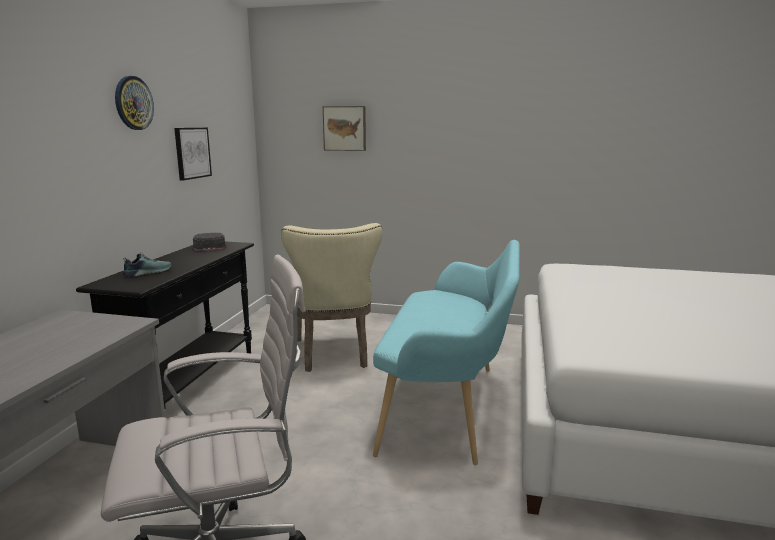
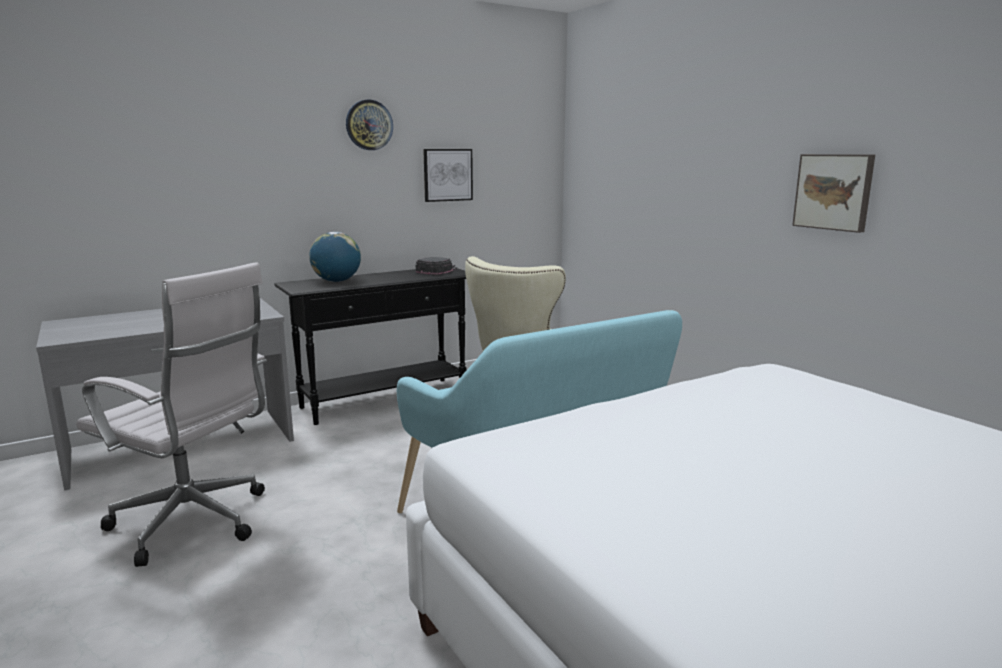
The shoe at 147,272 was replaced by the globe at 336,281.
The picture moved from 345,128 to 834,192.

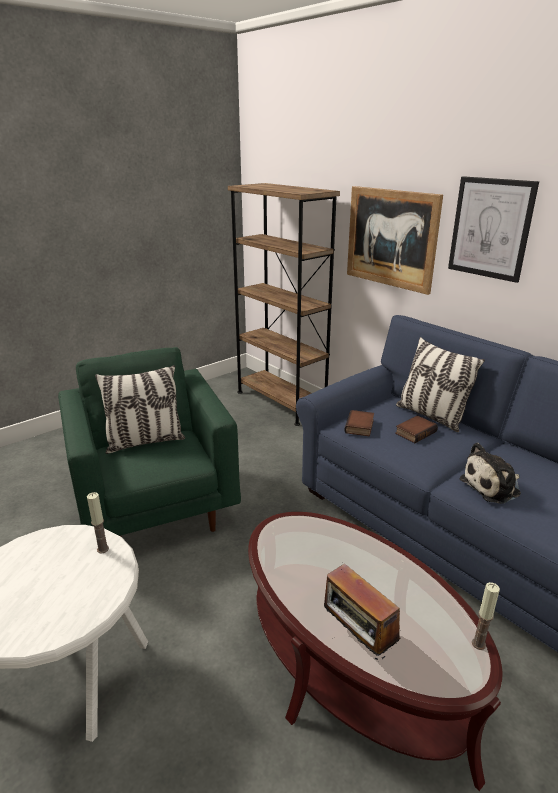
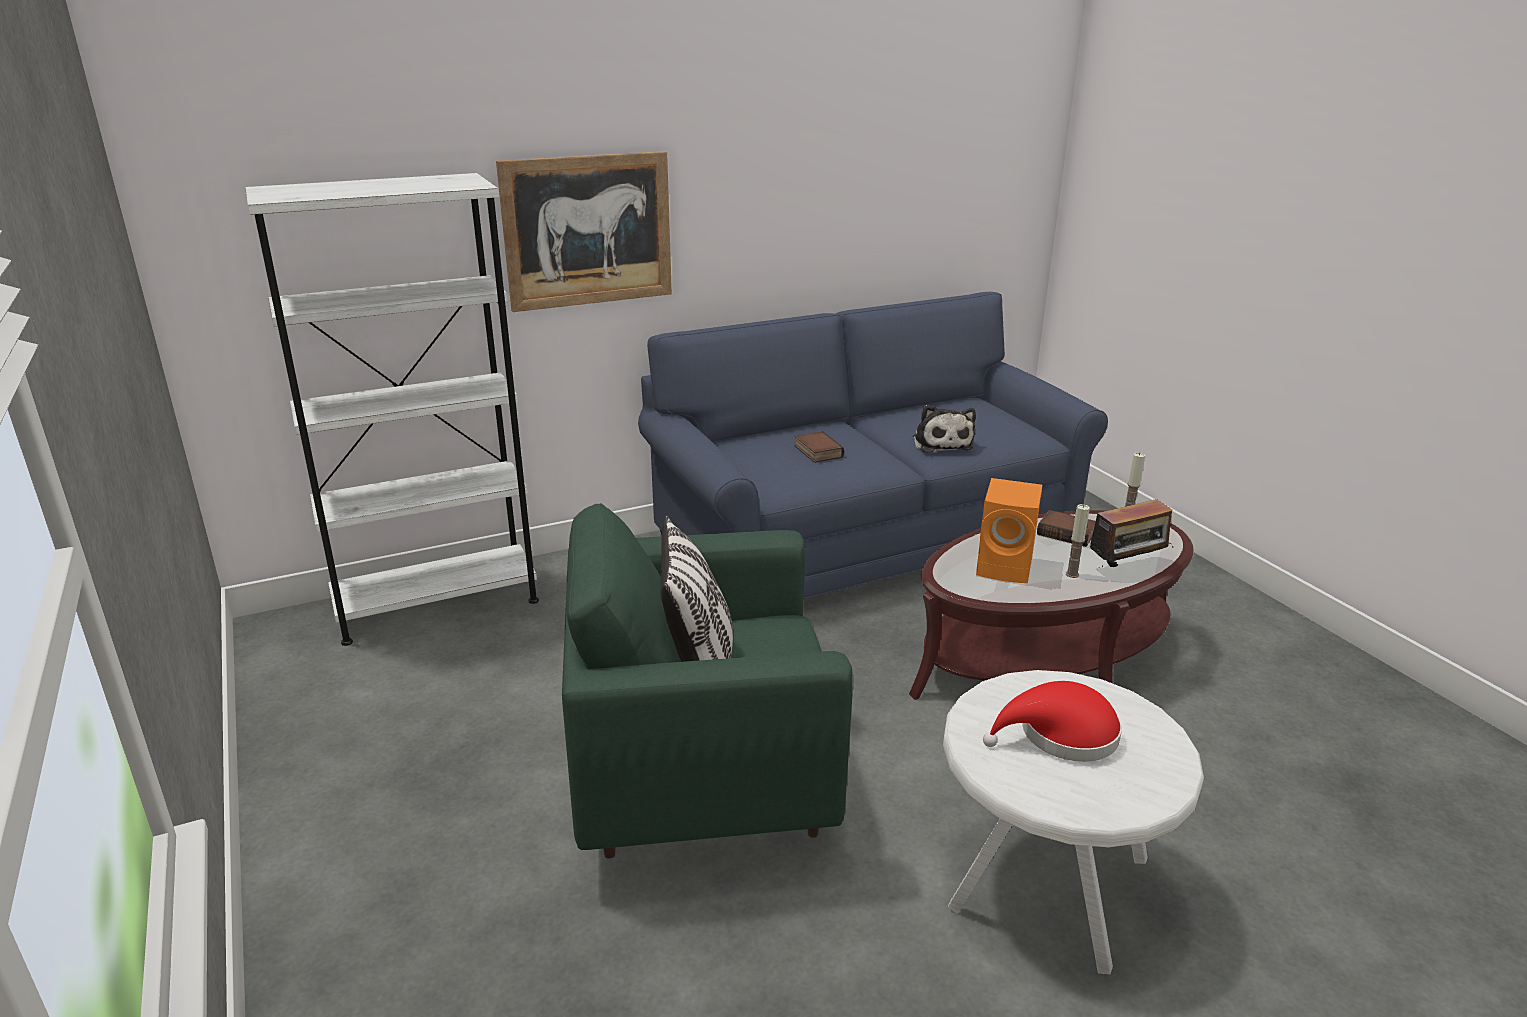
The candle moved from 103,549 to 1072,574.
The brown_bookcase at 280,402 became the white_bookcase at 437,602.
The book moved from 360,427 to 1067,533.
The pillow at 431,416 disappeared.
The picture at 490,228 disappeared.
The orange_speaker at 1007,567 appeared.
The red_hat at 1061,735 appeared.

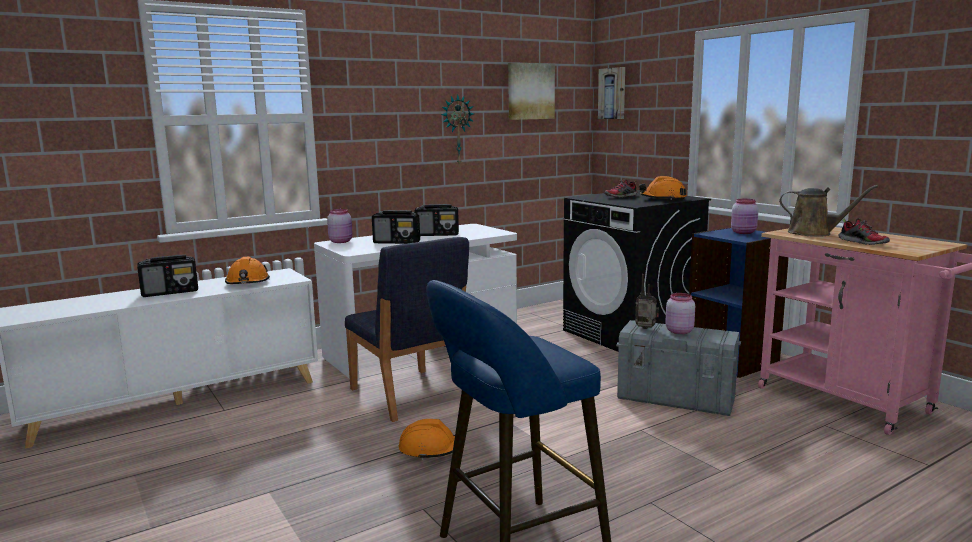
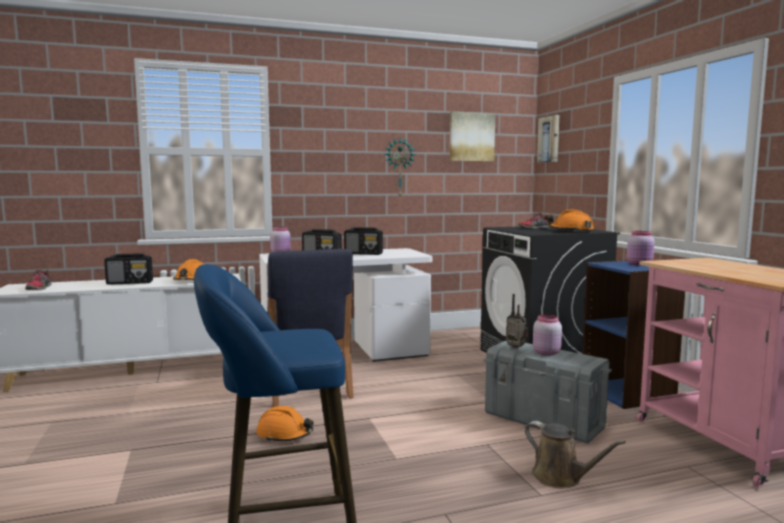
The brown_watering_can moved from 814,233 to 561,478.
The shoe moved from 863,243 to 39,288.

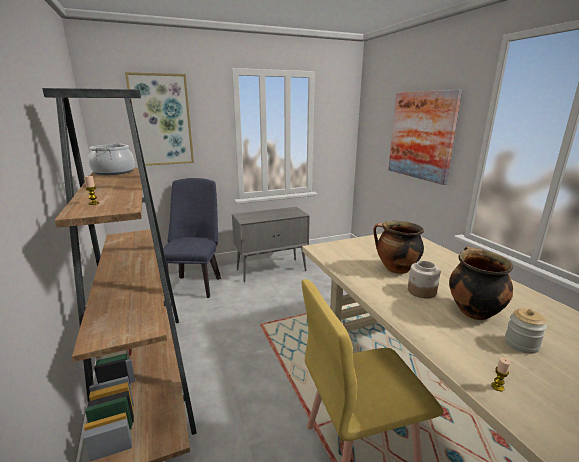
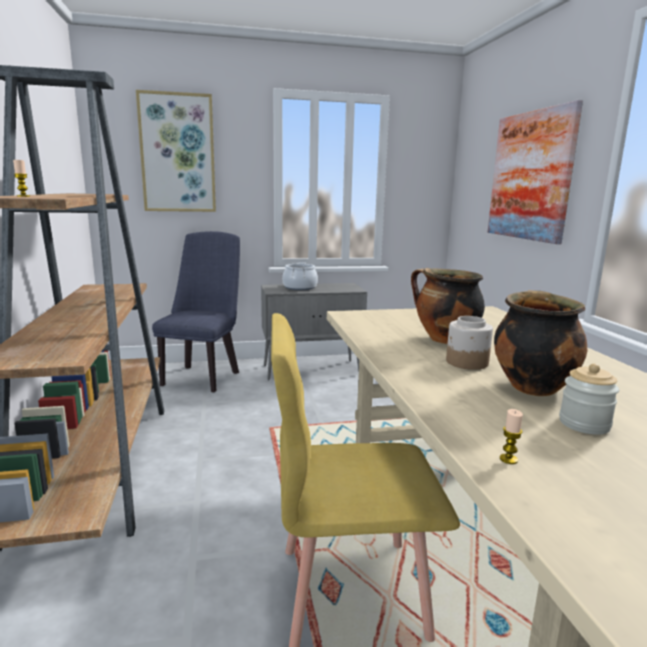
The cooking_pot moved from 114,172 to 300,287.

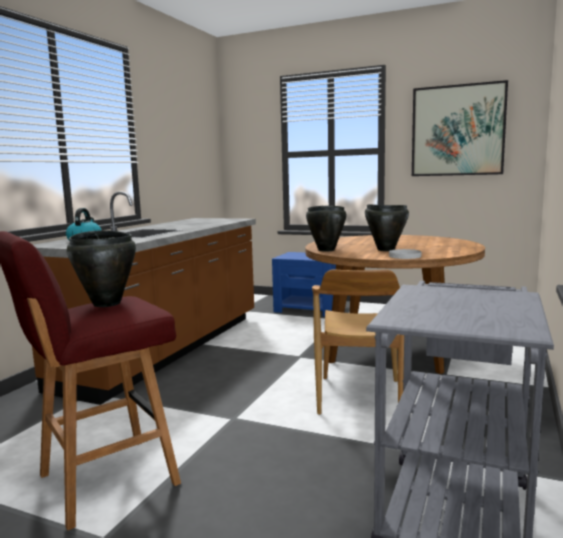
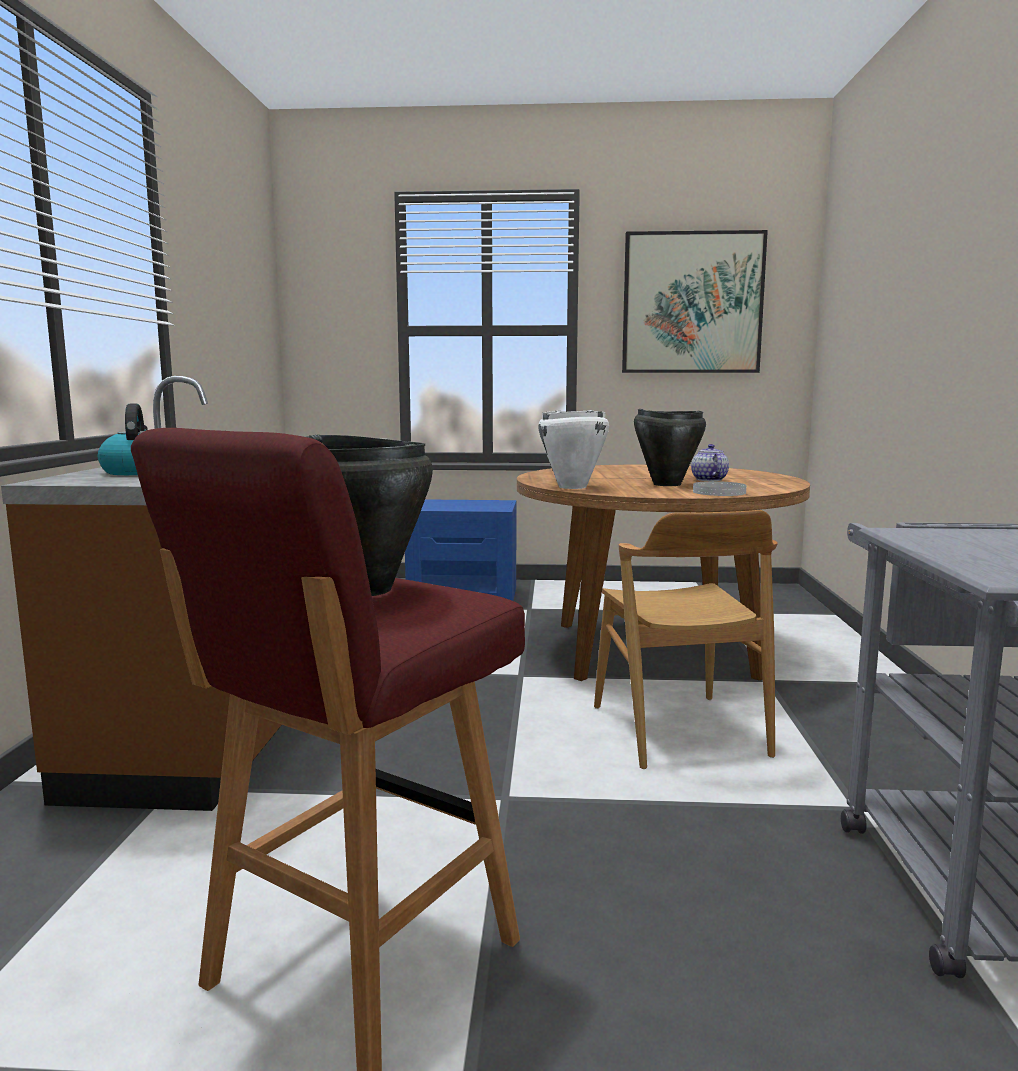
The black_cooking_pot at 326,250 became the white_cooking_pot at 572,487.
The teapot at 708,480 appeared.

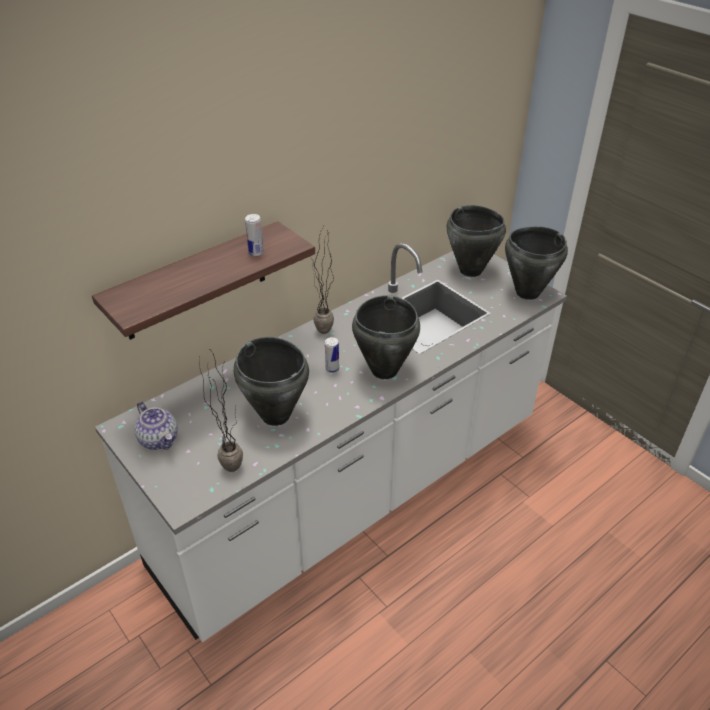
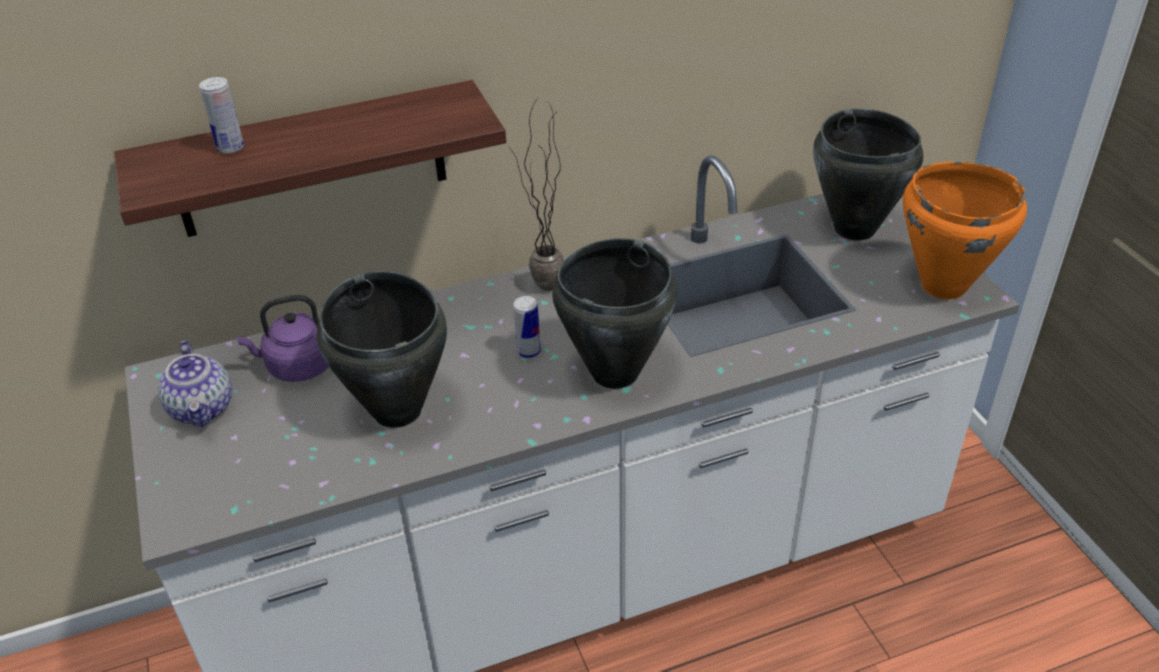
The potted_plant at 231,462 disappeared.
The can moved from 256,252 to 230,148.
The black_cooking_pot at 527,292 became the orange_cooking_pot at 942,285.
The purple_kettle at 297,367 appeared.

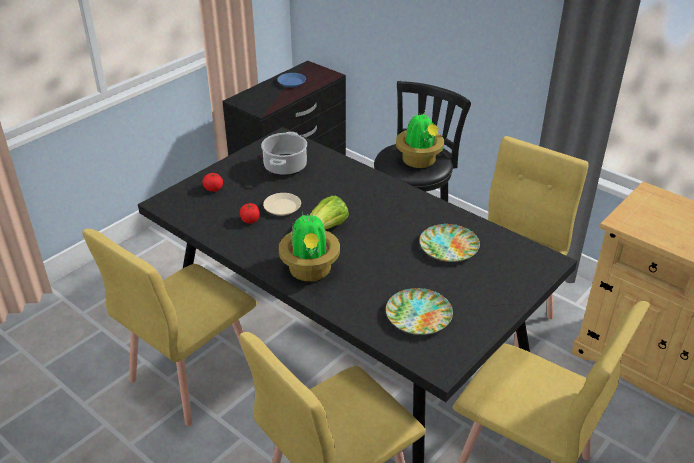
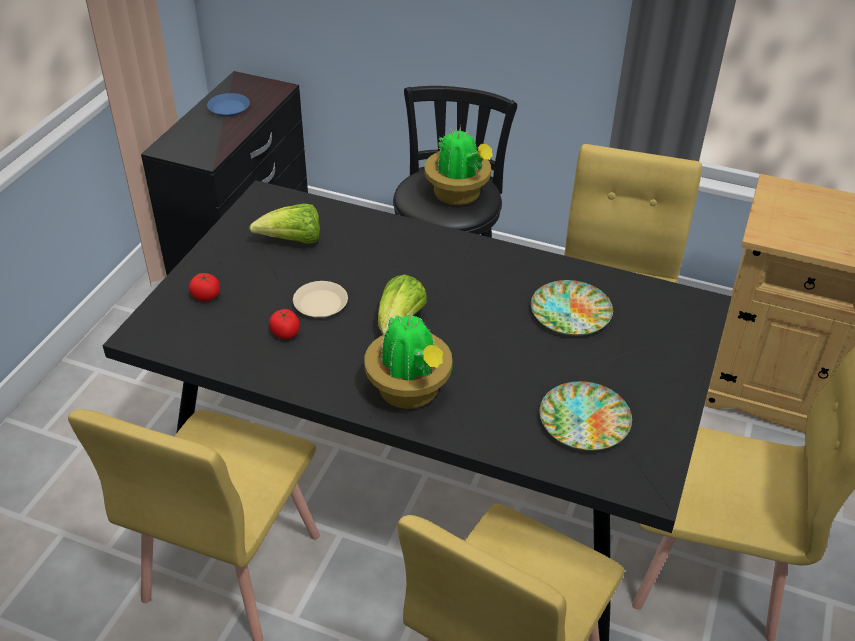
The cooking_pot at 285,167 was replaced by the lettuce at 292,241.

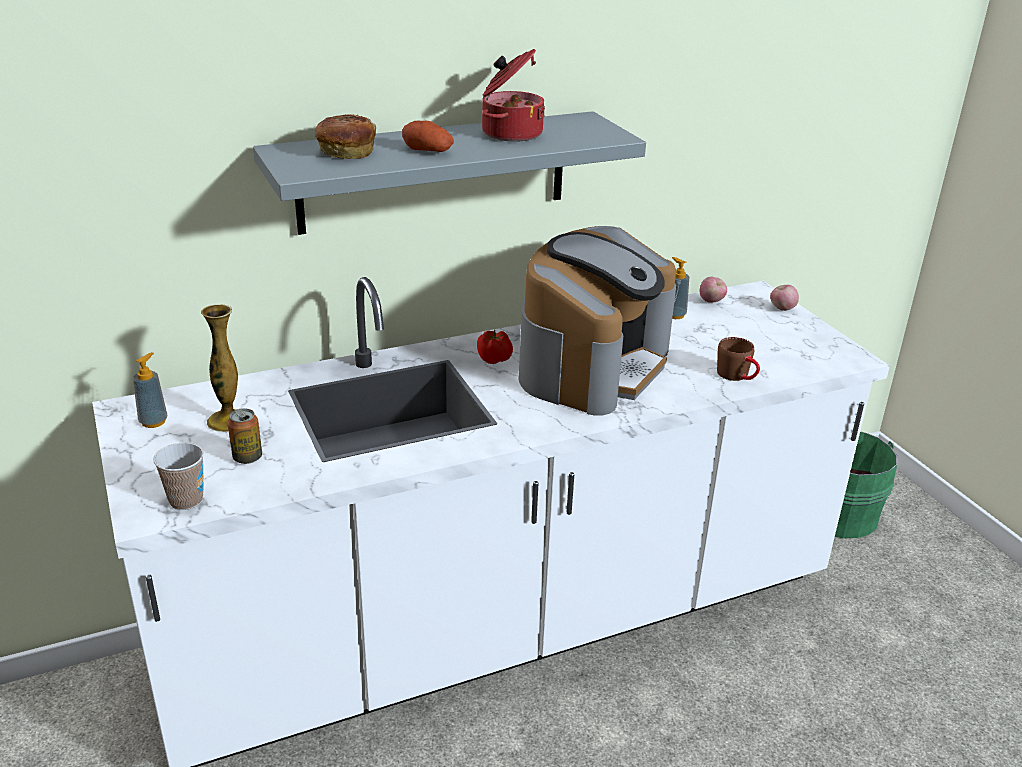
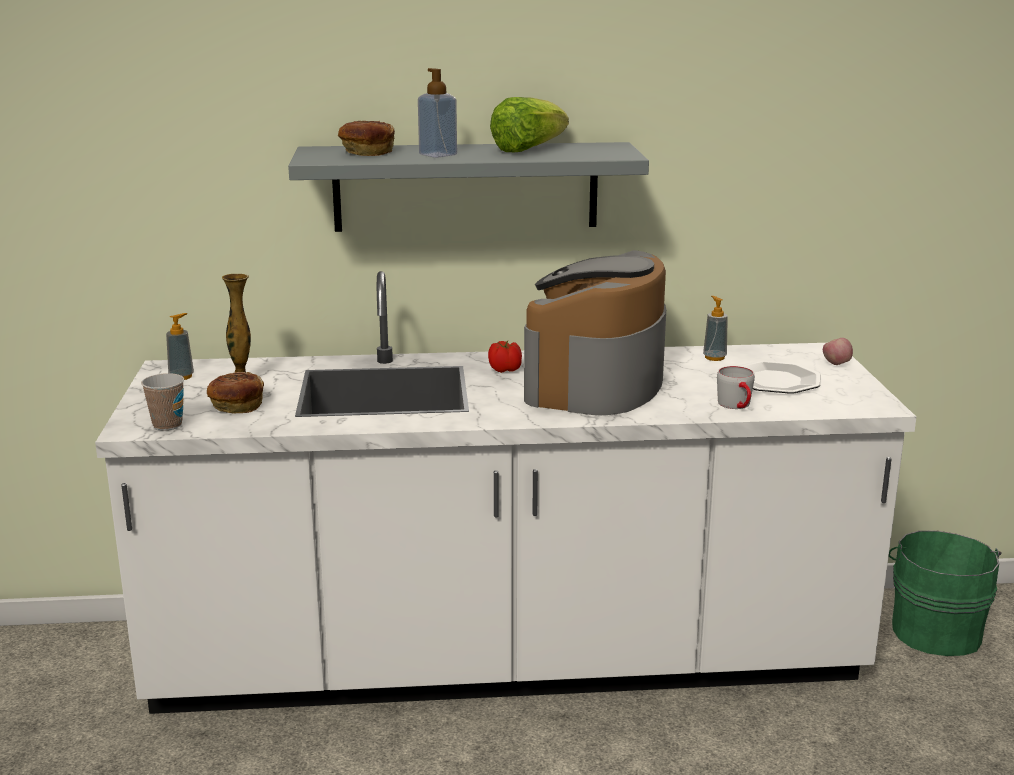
The can at 247,457 was replaced by the bread at 236,406.
The potato at 428,151 was replaced by the soap_dispenser at 438,155.
The cooking_pot at 510,133 was replaced by the lettuce at 527,149.
The coffee_machine at 592,366 turned 150 degrees clockwise.
The apple at 711,301 disappeared.
The brown_mug at 738,376 became the grey_mug at 737,406.
The plate at 775,380 appeared.

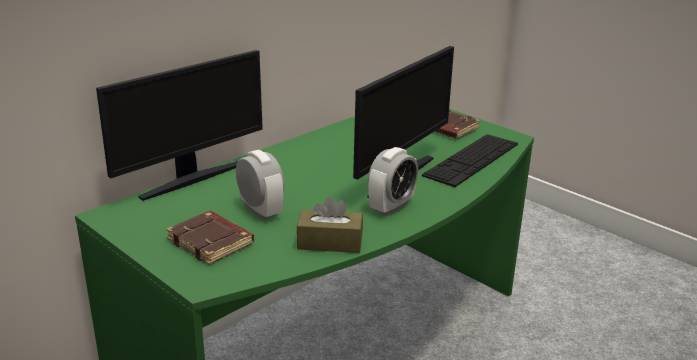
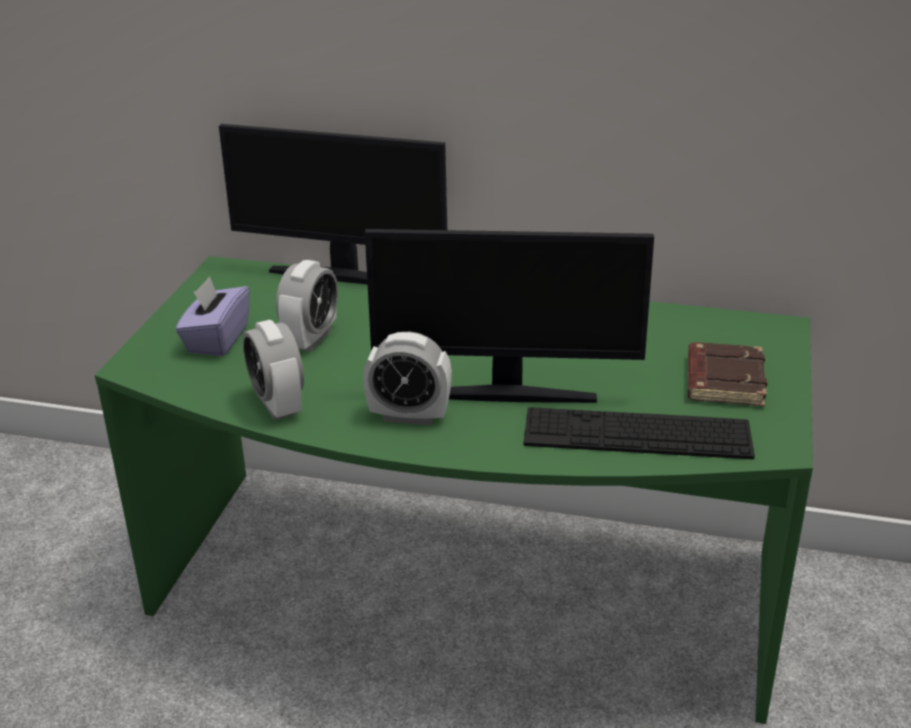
The brown_book at 212,242 was replaced by the purple_tissue_box at 216,339.
The brown_tissue_box at 330,242 was replaced by the alarm_clock at 278,405.

